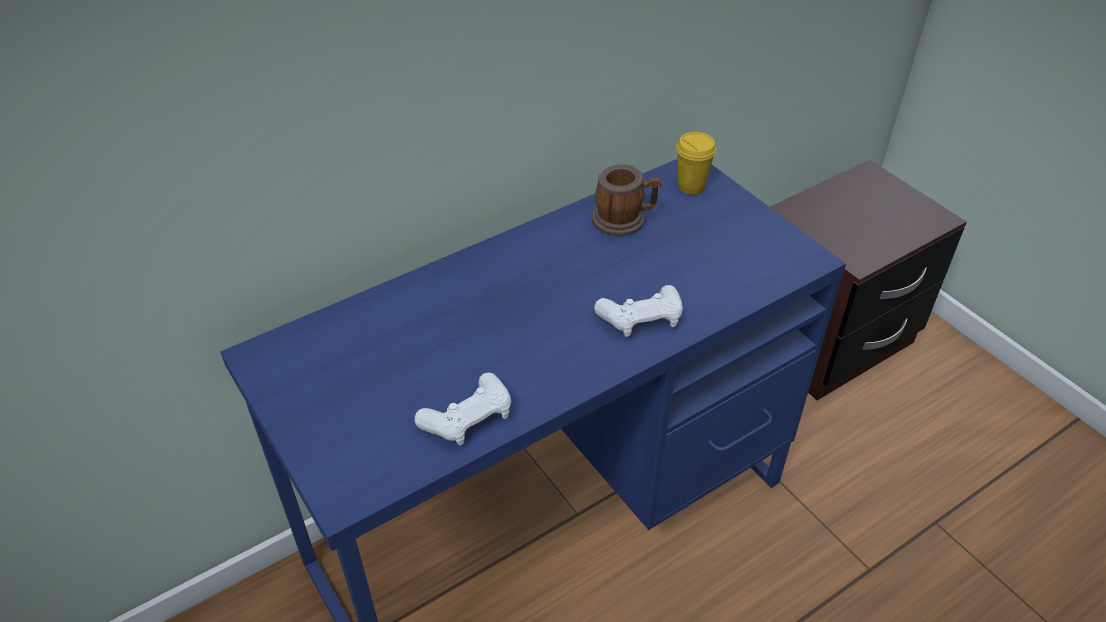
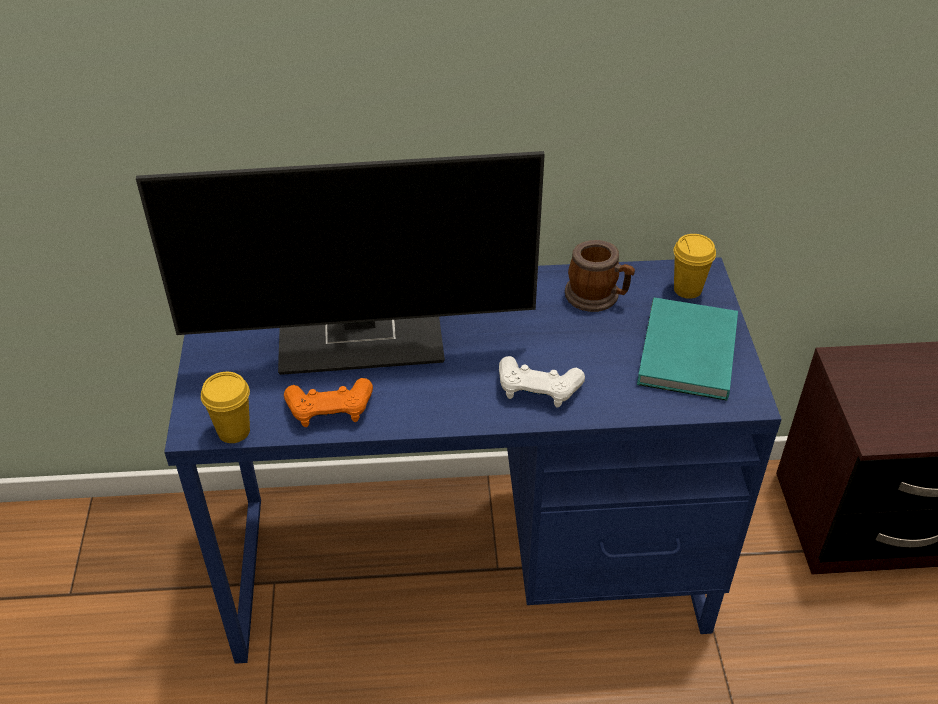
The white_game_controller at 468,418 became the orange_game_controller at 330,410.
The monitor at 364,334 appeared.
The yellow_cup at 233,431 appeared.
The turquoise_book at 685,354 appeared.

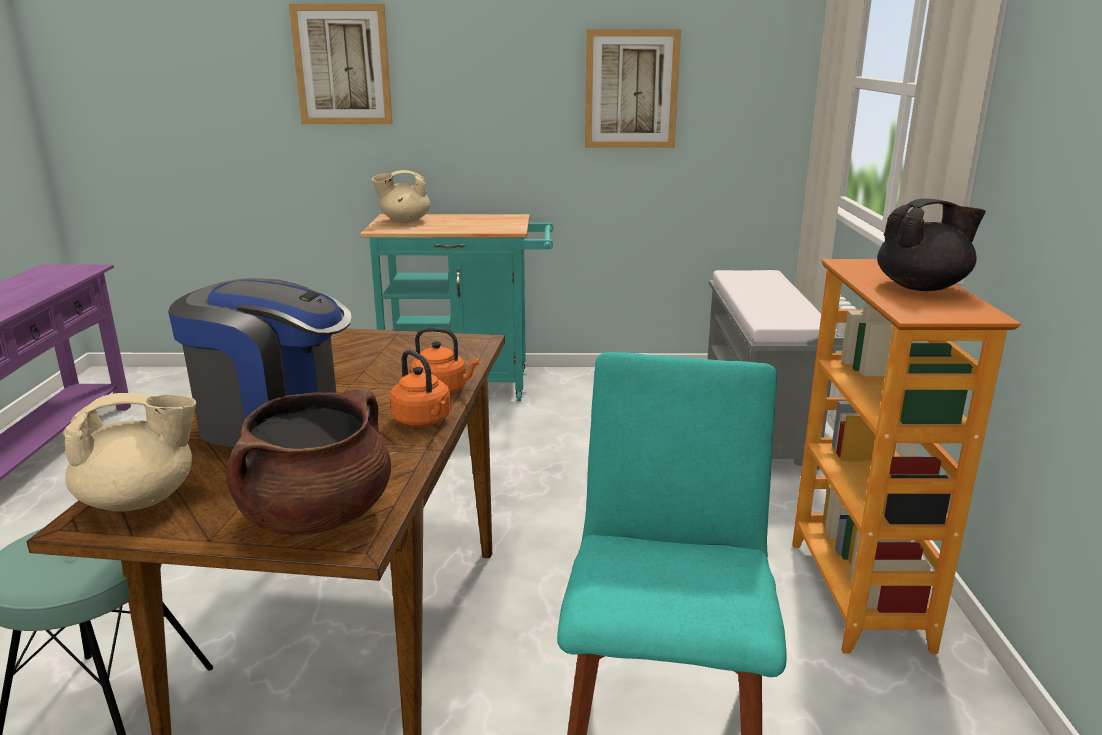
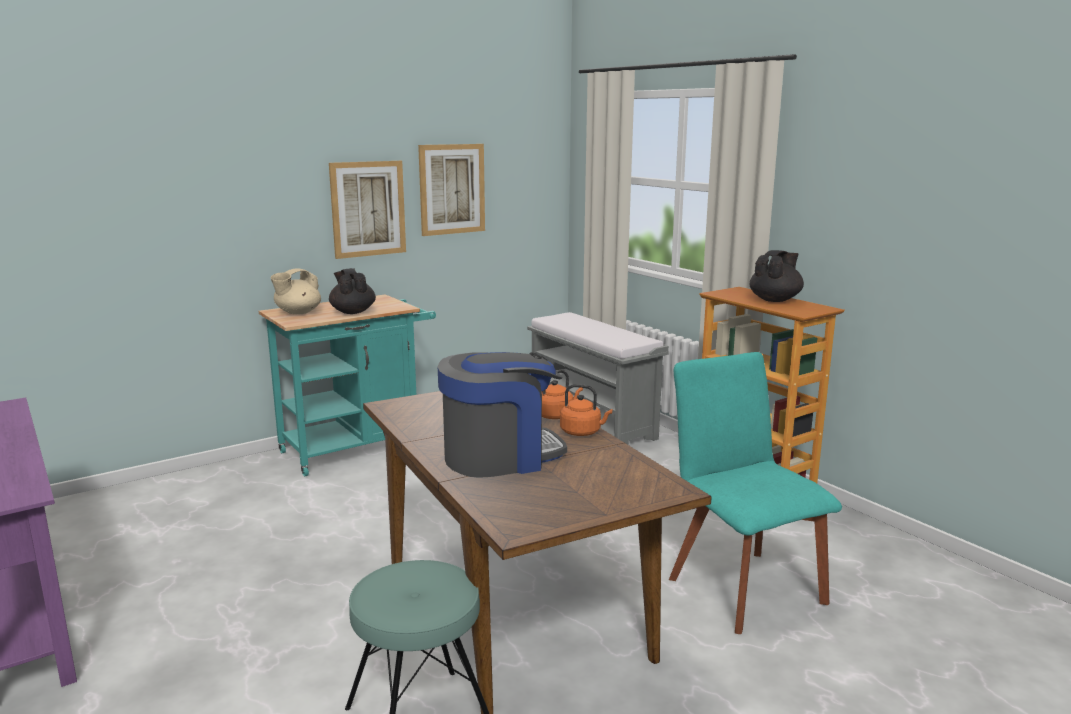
The beige_teapot at 141,500 disappeared.
The brown_cooking_pot at 316,515 disappeared.
The picture moved from 342,65 to 368,209.
The black_teapot at 352,312 appeared.

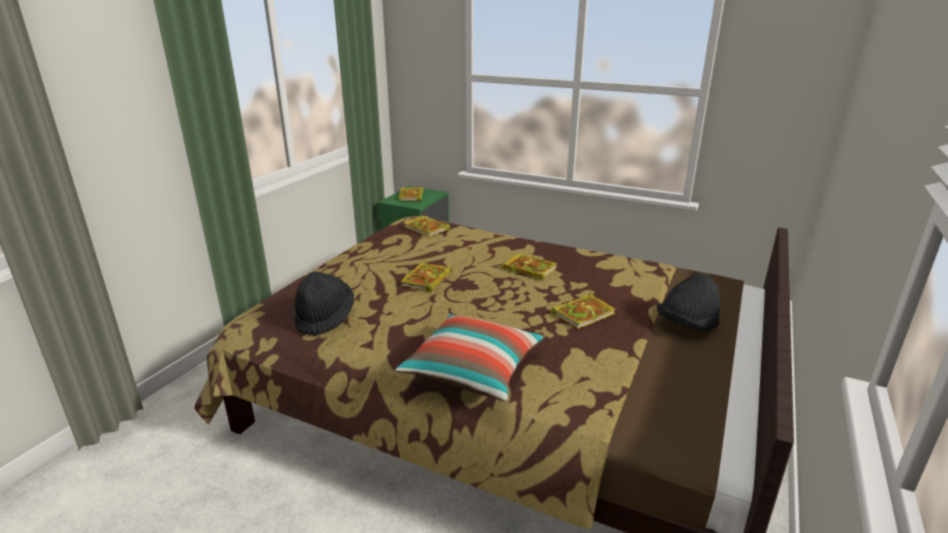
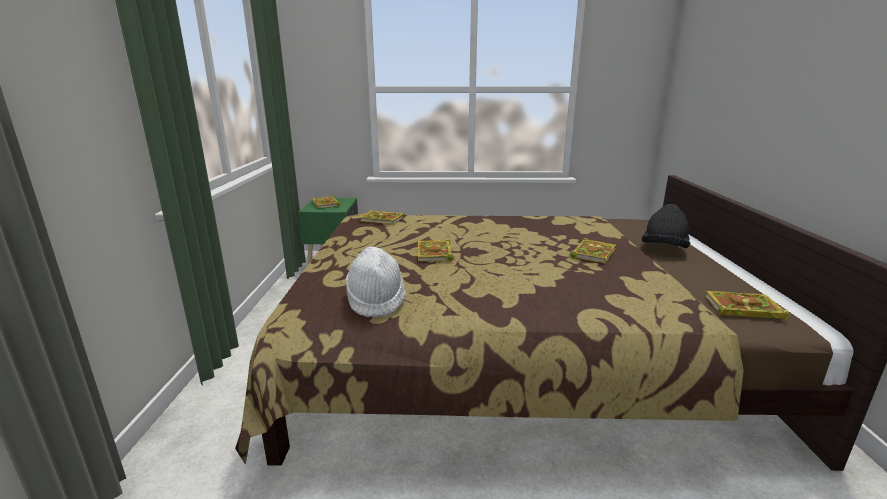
The black_hat at 325,318 became the white_hat at 376,300.
The pillow at 473,370 disappeared.
The book moved from 528,269 to 741,308.

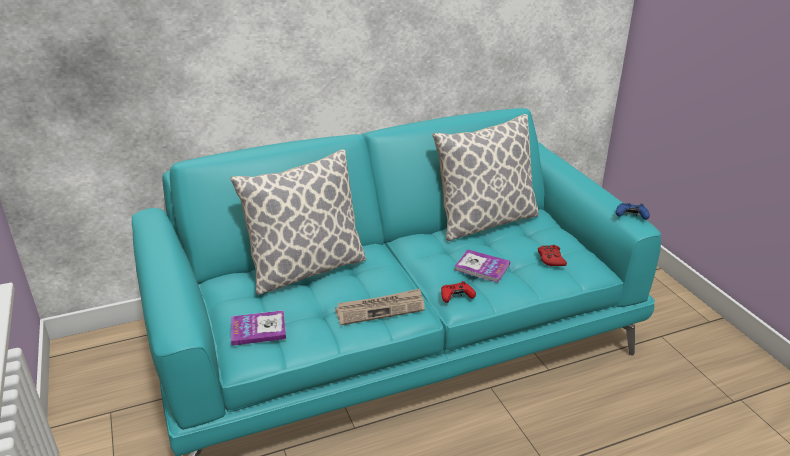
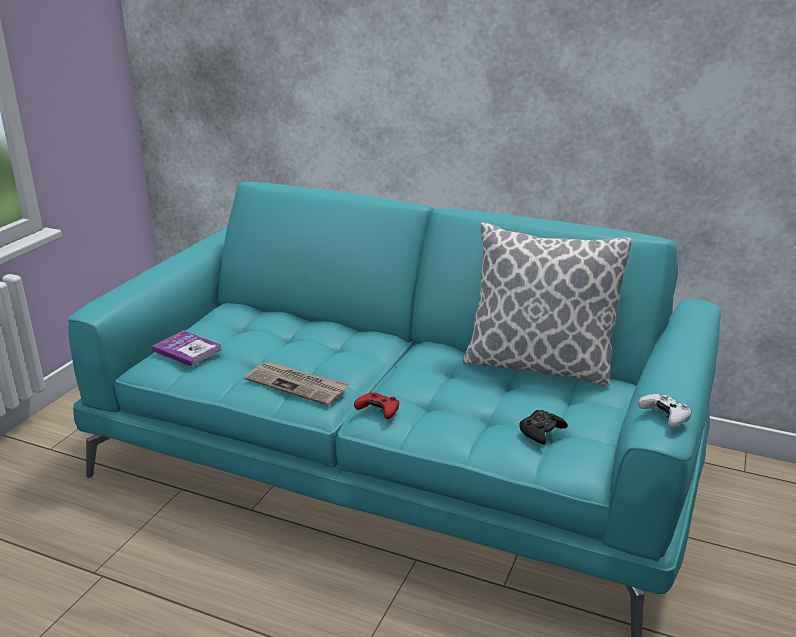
The pillow at 306,269 disappeared.
The book at 482,267 disappeared.
The red_game_controller at 551,259 became the black_game_controller at 541,431.
The blue_game_controller at 631,216 became the white_game_controller at 665,417.

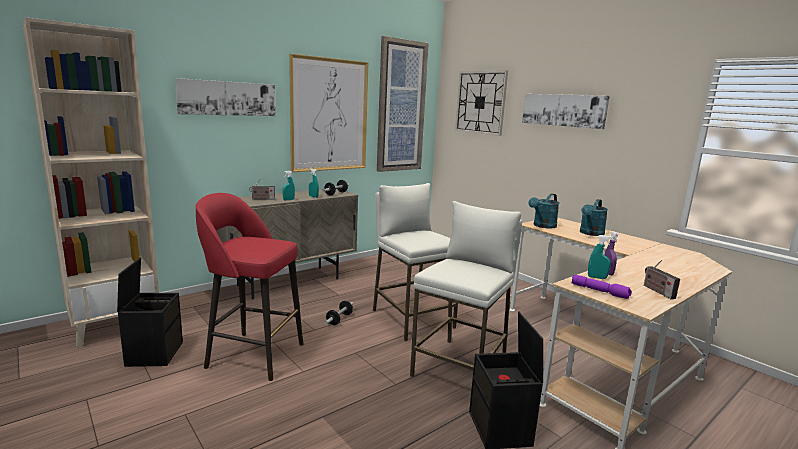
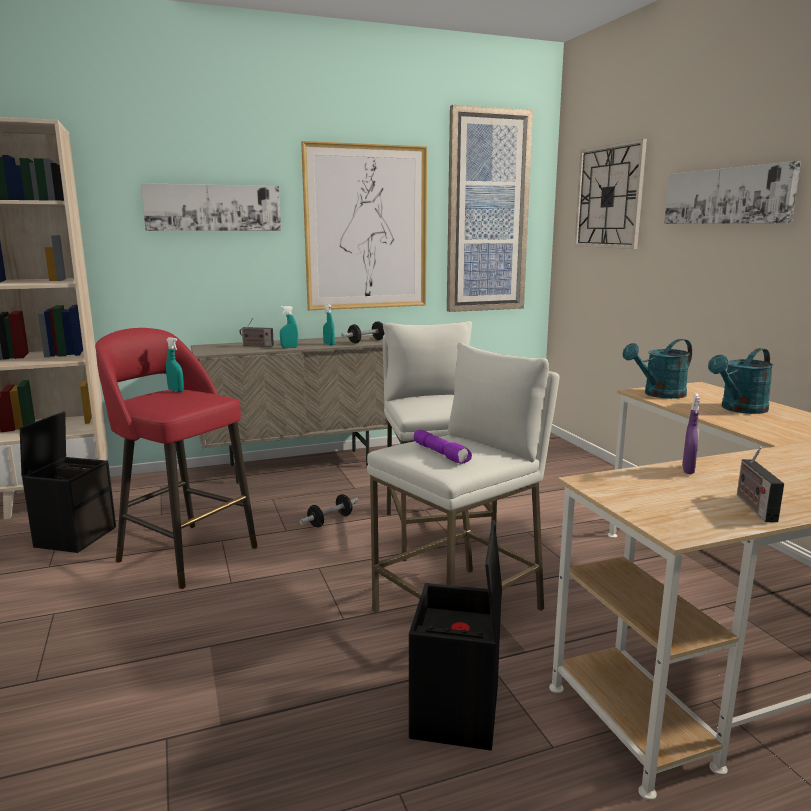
The purple_flashlight moved from 600,291 to 441,454.
The turquoise_spray_bottle moved from 597,277 to 176,391.

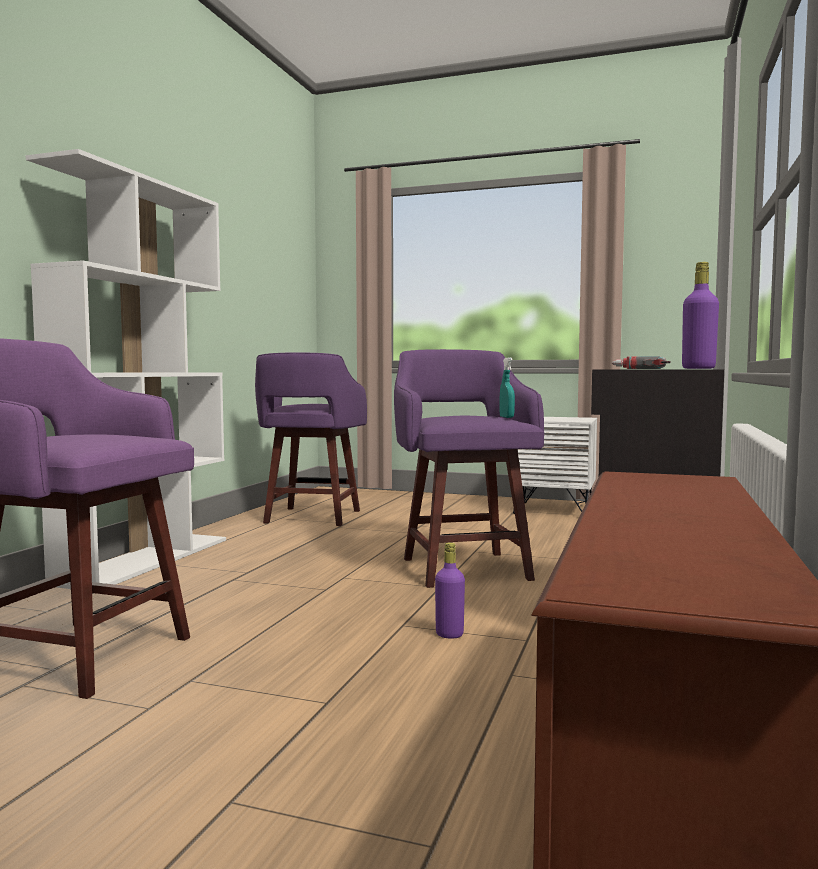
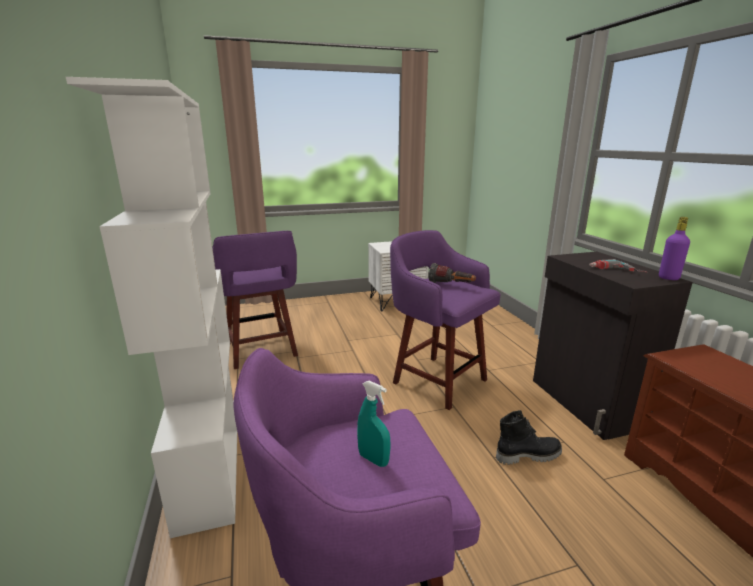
The purple_bottle at 449,634 was replaced by the black_boot at 527,455.
The turquoise_spray_bottle moved from 506,417 to 373,459.
The flashlight at 451,285 appeared.

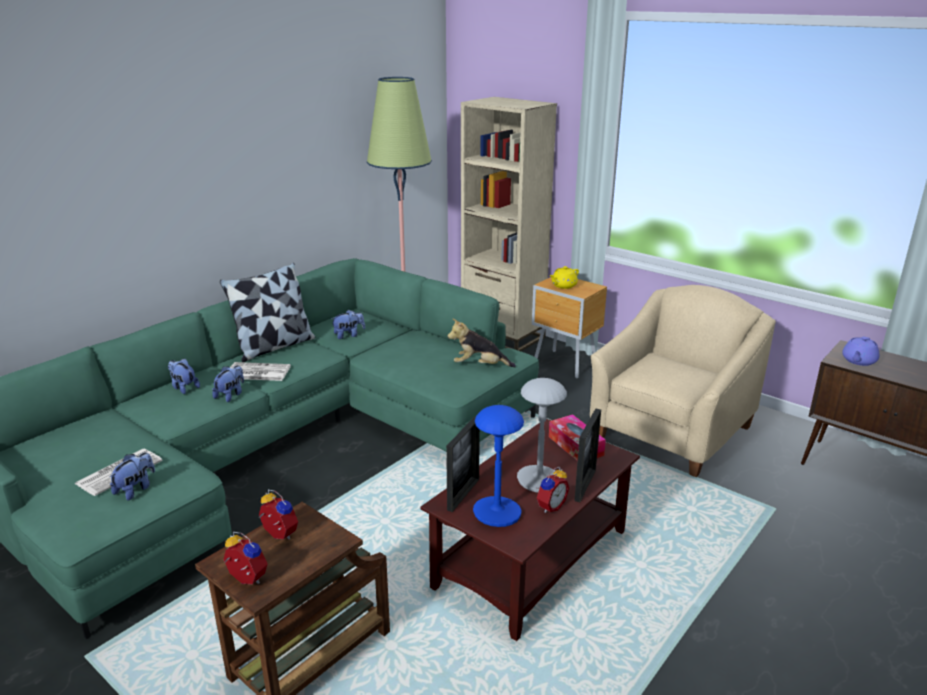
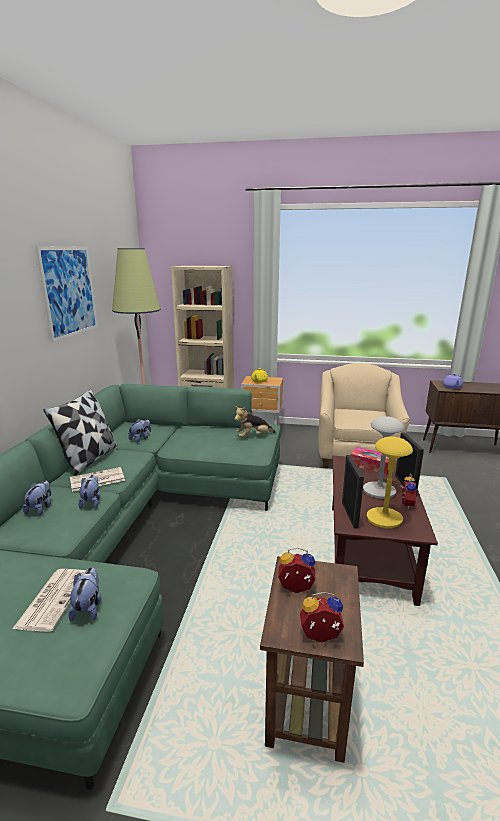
The plush_toy at 184,388 turned 90 degrees clockwise.
The blue_table_lamp at 496,513 became the yellow_table_lamp at 384,519.
The picture at 69,291 appeared.

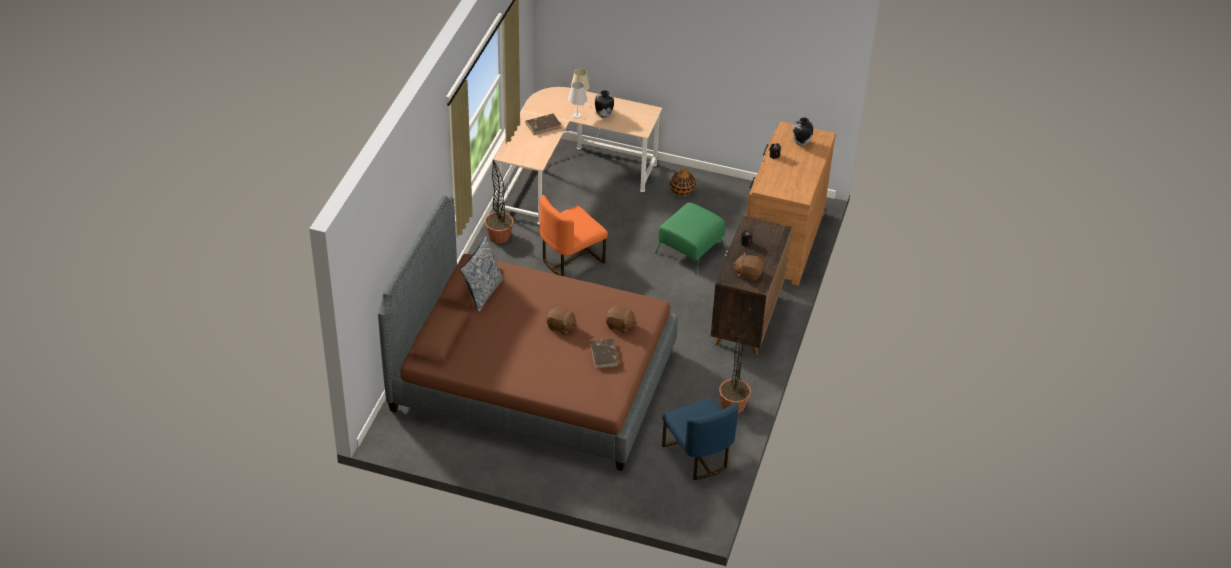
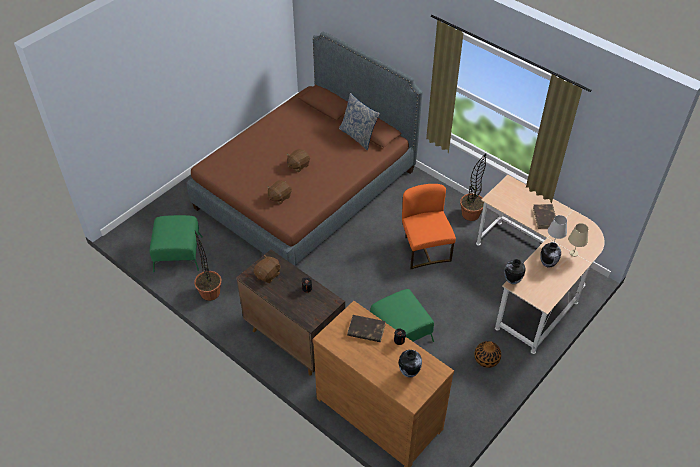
The brown_book moved from 604,355 to 366,330.
The blue_chair at 697,456 was replaced by the green_ottoman at 178,253.
The vase at 512,281 appeared.

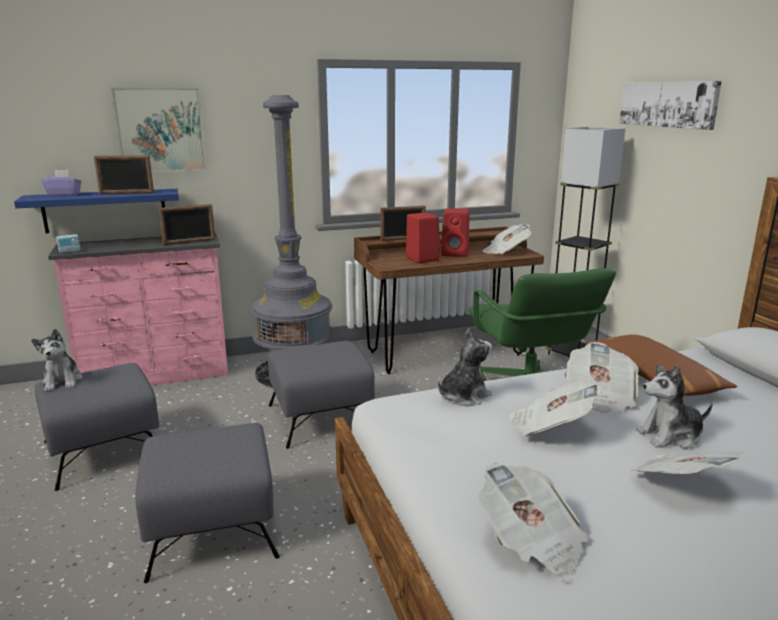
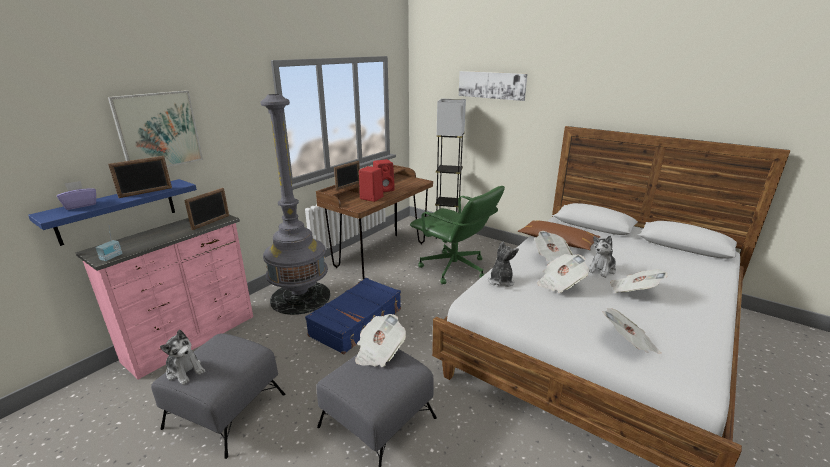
The grey_ottoman at 322,417 was replaced by the blue_suitcase at 357,322.
The newspaper moved from 506,251 to 379,352.

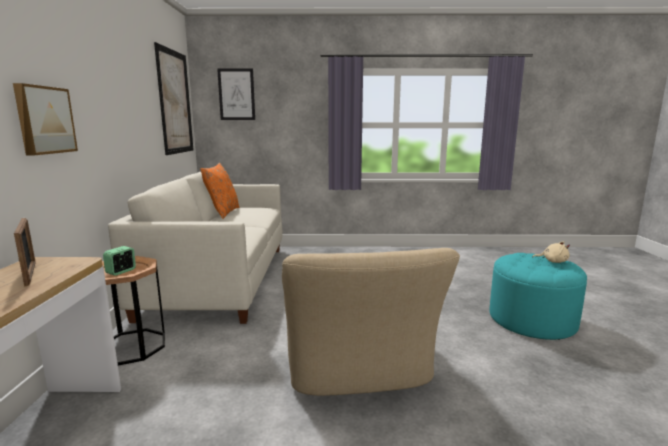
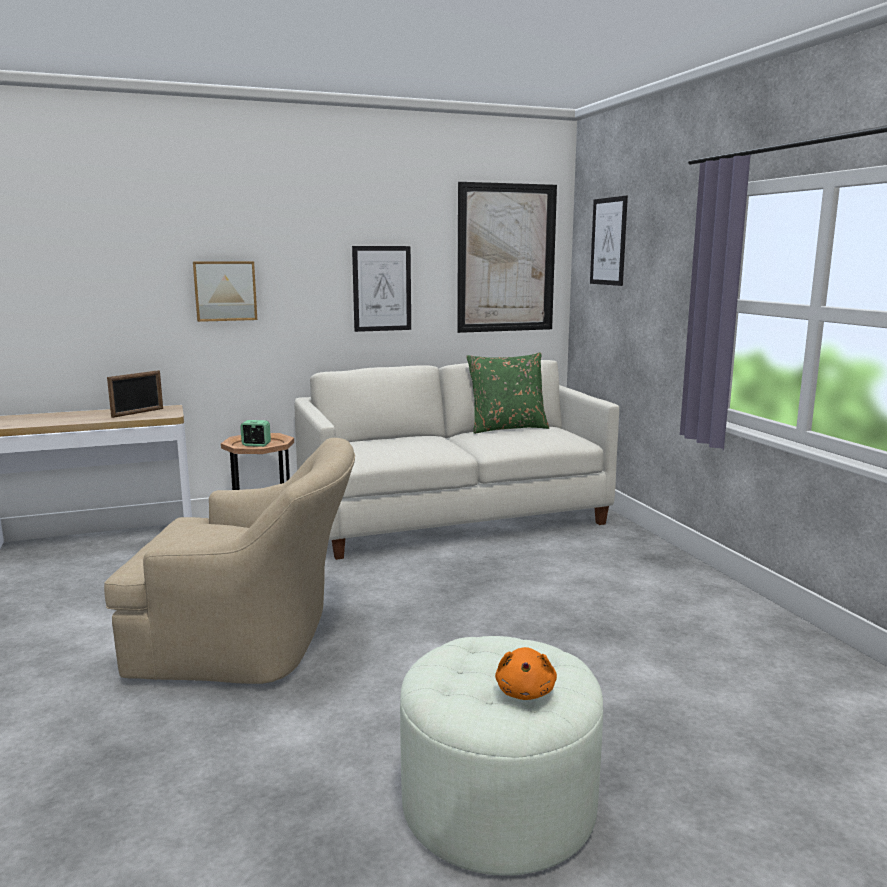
The orange_pillow at 222,212 became the green_pillow at 507,428.
The beige_armchair at 358,368 turned 150 degrees counterclockwise.
The turquoise_ottoman at 531,320 became the white_ottoman at 498,805.
The beige_plush_toy at 552,261 became the orange_plush_toy at 525,692.
The picture at 382,288 appeared.

